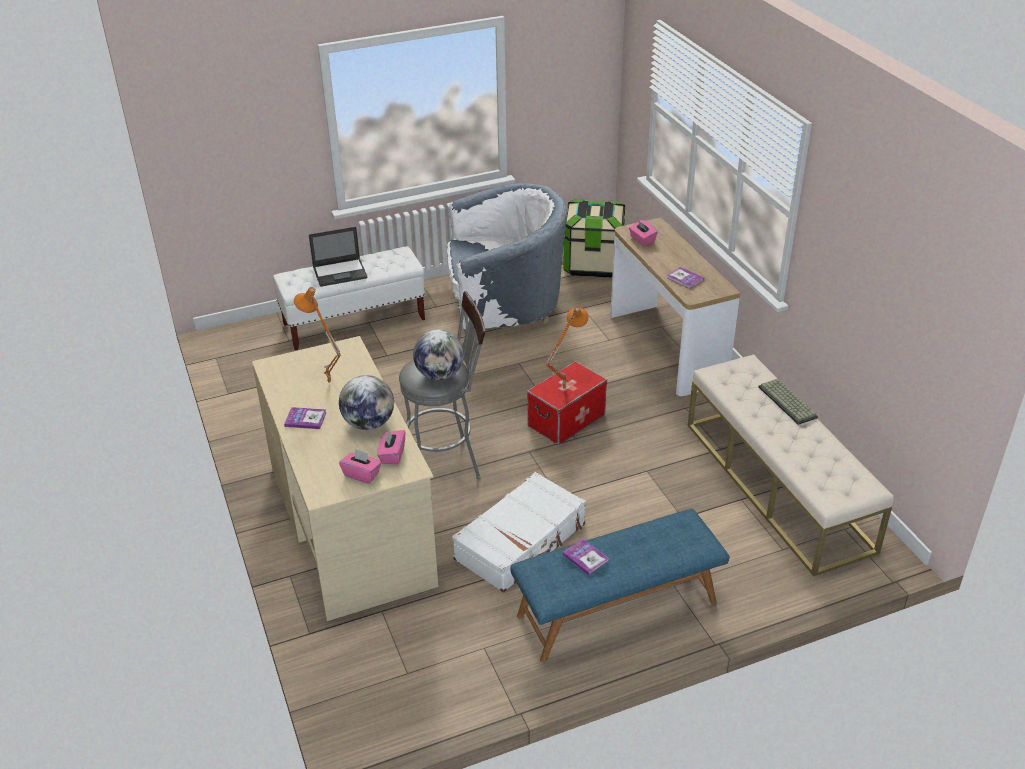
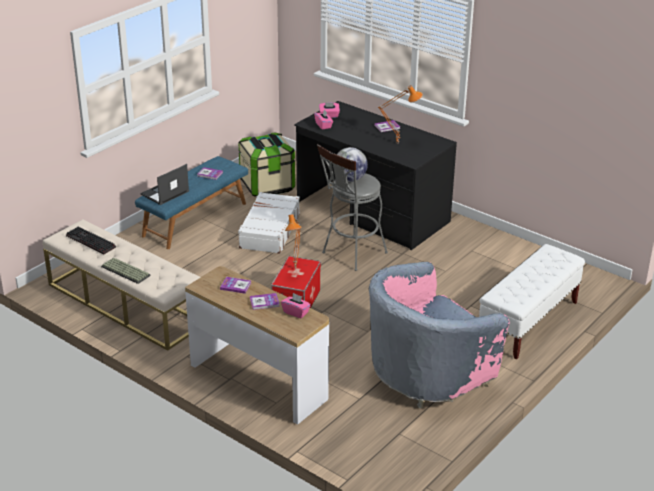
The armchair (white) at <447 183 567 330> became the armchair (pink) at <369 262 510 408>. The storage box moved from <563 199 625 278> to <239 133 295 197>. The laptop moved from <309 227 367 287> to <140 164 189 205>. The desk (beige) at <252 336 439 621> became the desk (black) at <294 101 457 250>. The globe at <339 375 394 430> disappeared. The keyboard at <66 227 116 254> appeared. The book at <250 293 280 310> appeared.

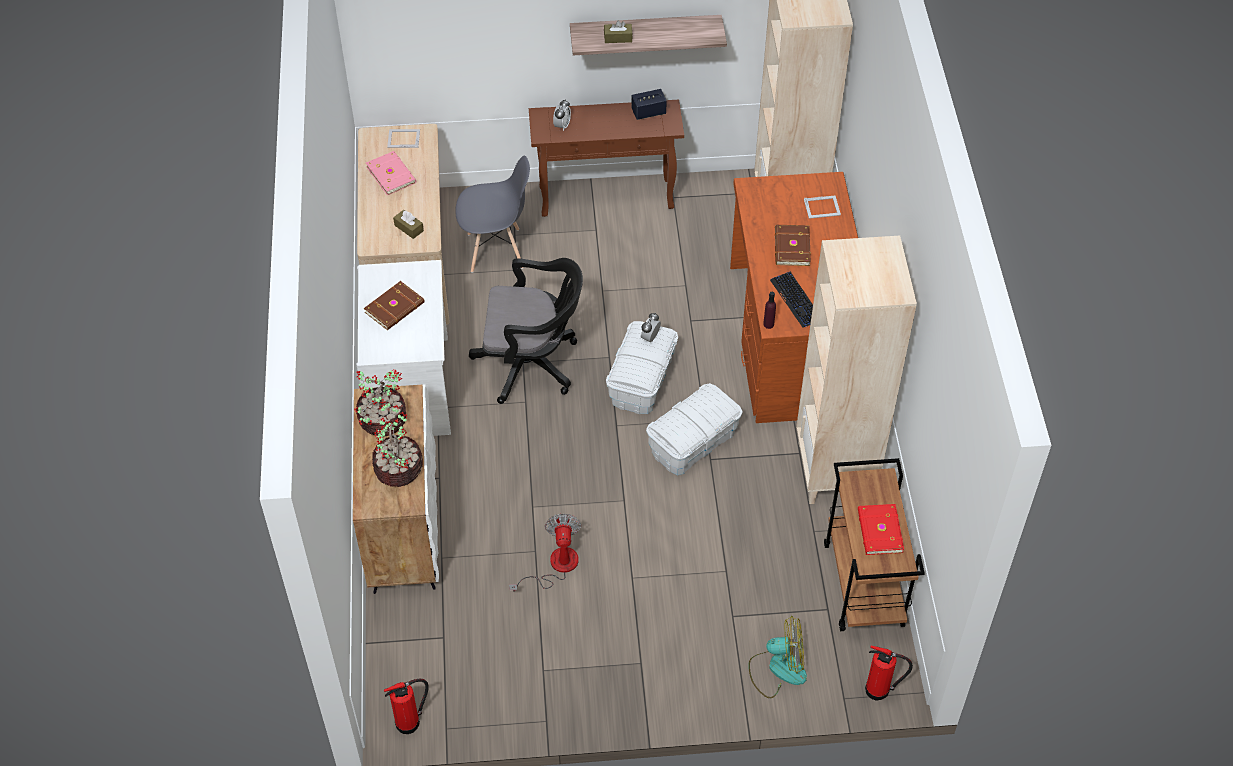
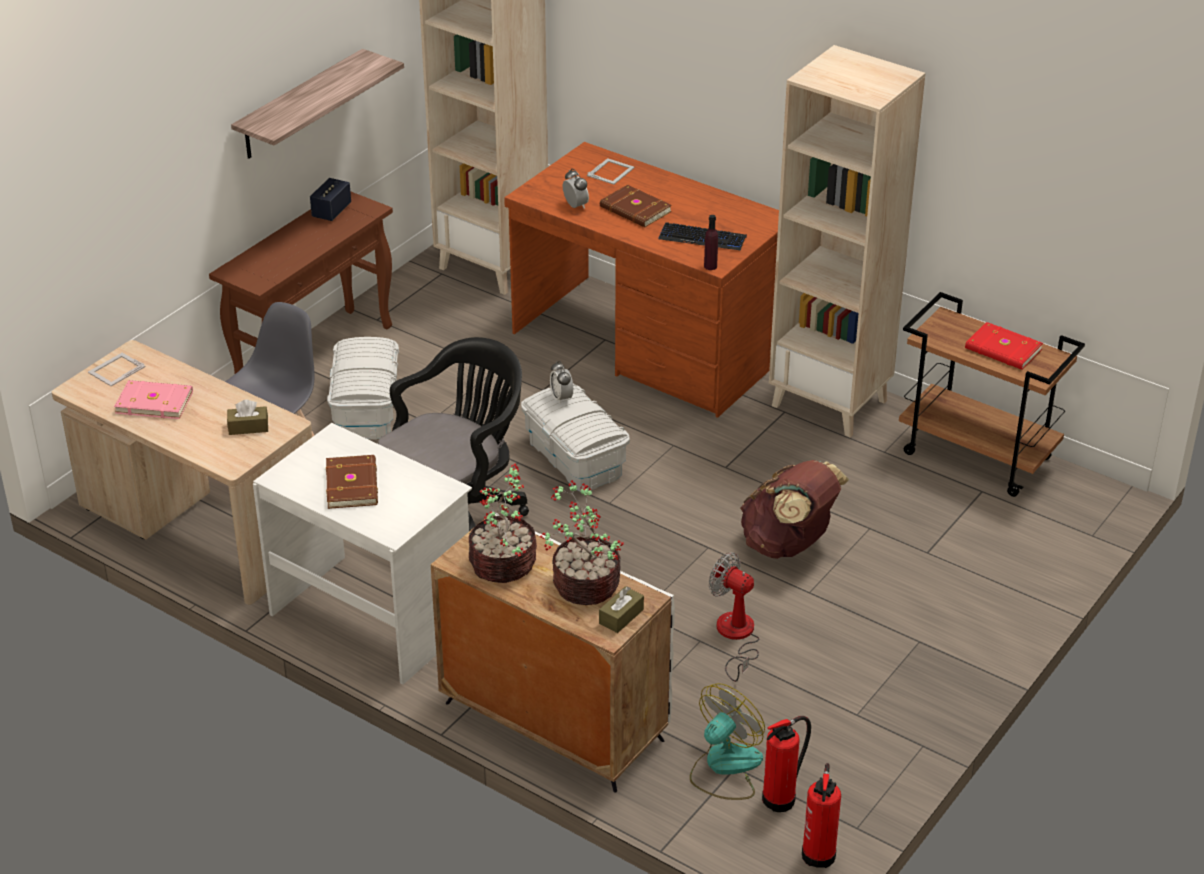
The tissue box (brown) moved from <604 20 633 43> to <599 586 644 633>. The alarm clock moved from <553 100 571 131> to <563 169 589 209>. The storage box (white) moved from <646 383 743 475> to <327 337 399 440>. The fan moved from <748 616 807 698> to <690 683 765 800>. The fire extinguisher moved from <865 646 913 701> to <762 716 811 812>. The backpack (brown) at <740 460 849 559> appeared.

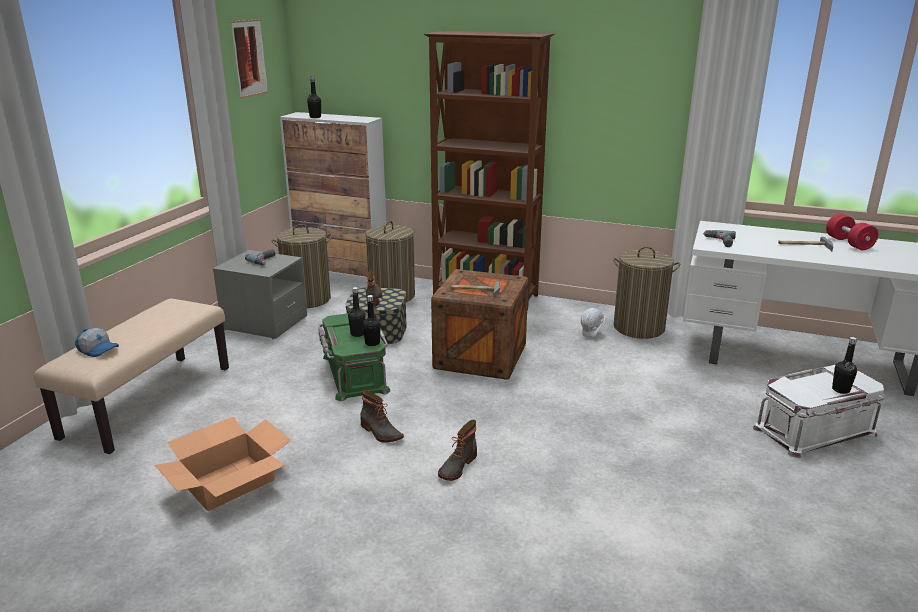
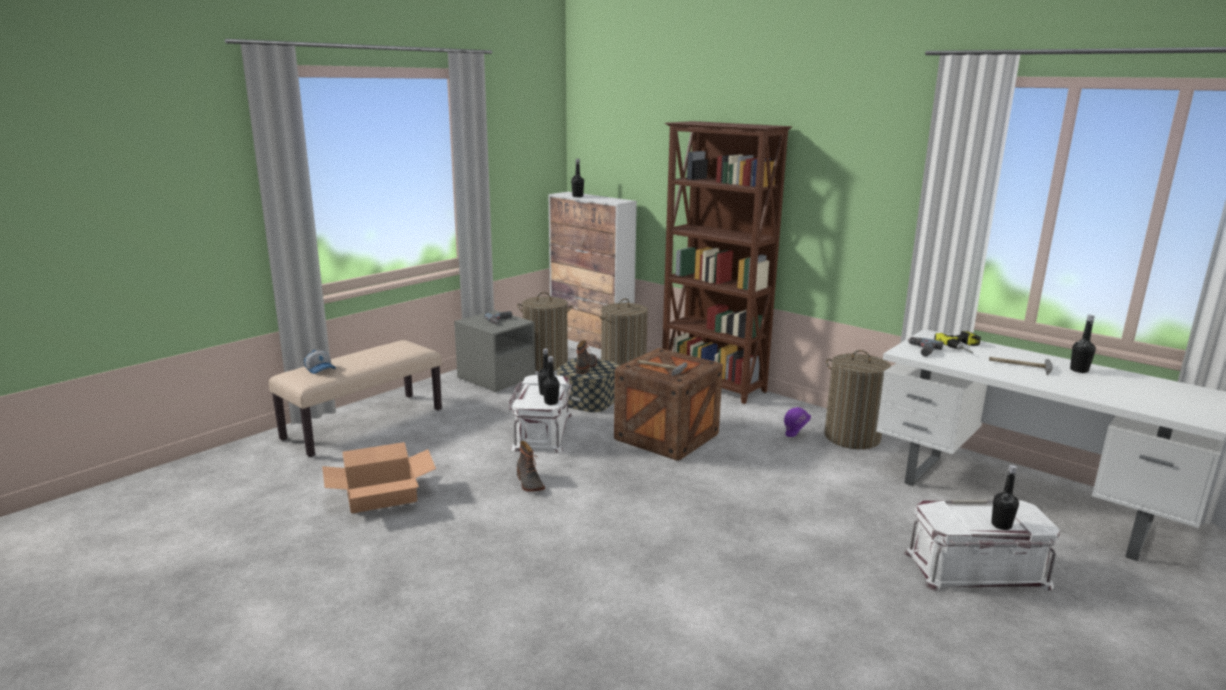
The picture at <231 19 268 98> disappeared. The dumbbell (red) at <826 213 878 250> was replaced by the bottle (black) at <1070 315 1096 373>. The hard hat (white) at <581 308 605 337> became the hard hat (purple) at <784 407 811 437>. The storage box (green) at <318 312 391 401> became the storage box (white) at <508 375 572 453>. The boot at <438 420 477 481> disappeared. The power drill at <934 331 981 353> appeared.

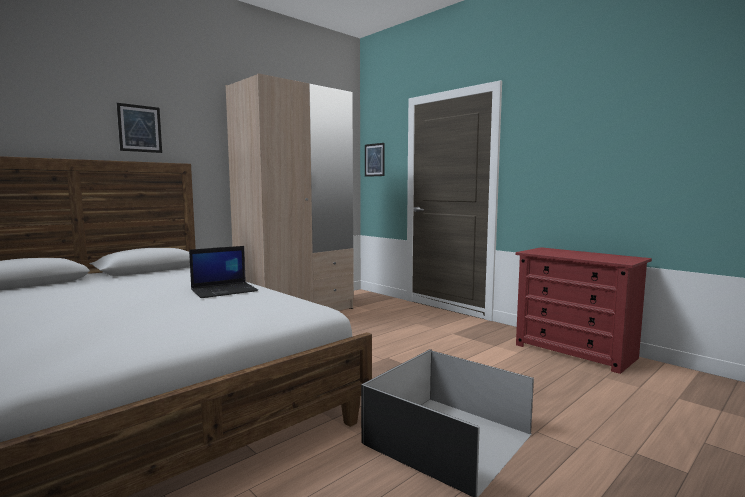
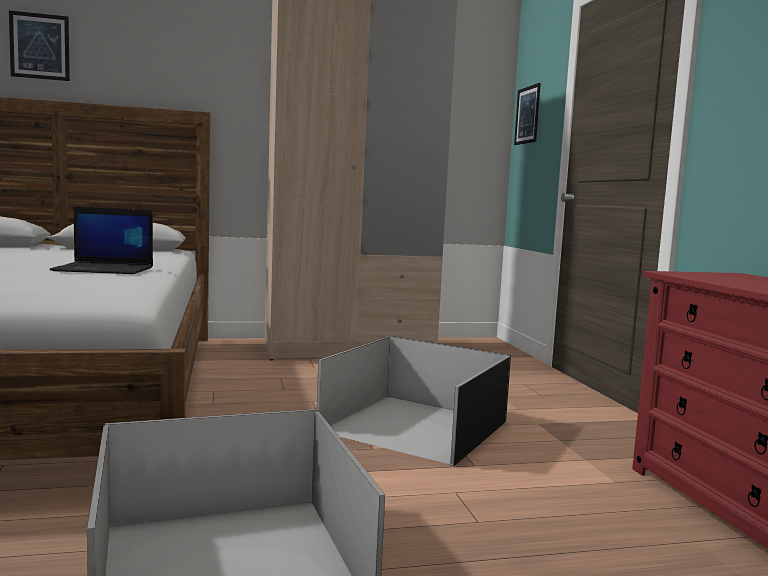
The picture moved from <117 103 162 153> to <9 10 70 81>. The storage box (black) at <317 336 511 466> appeared.

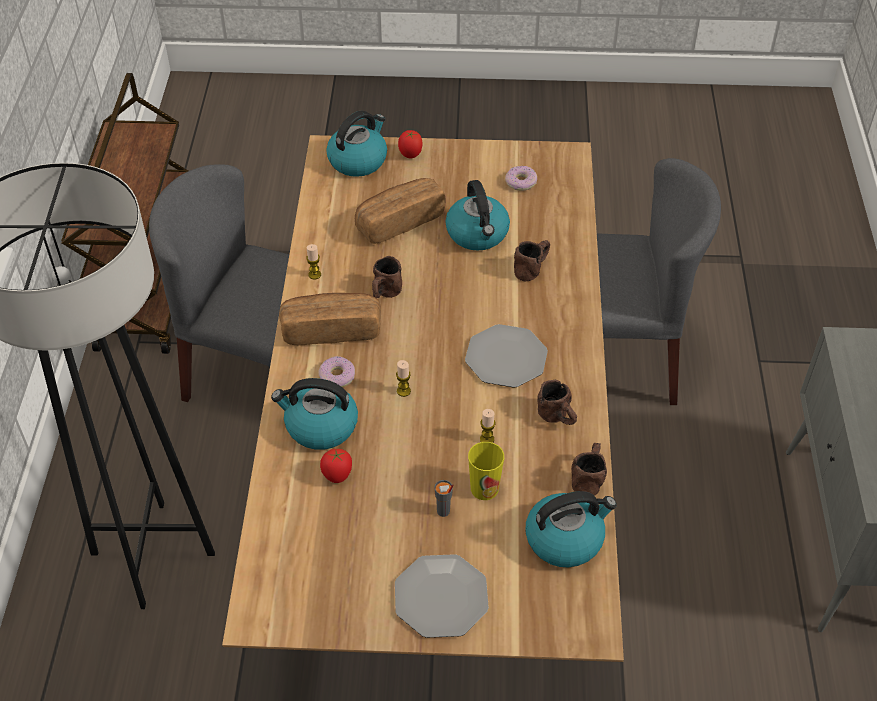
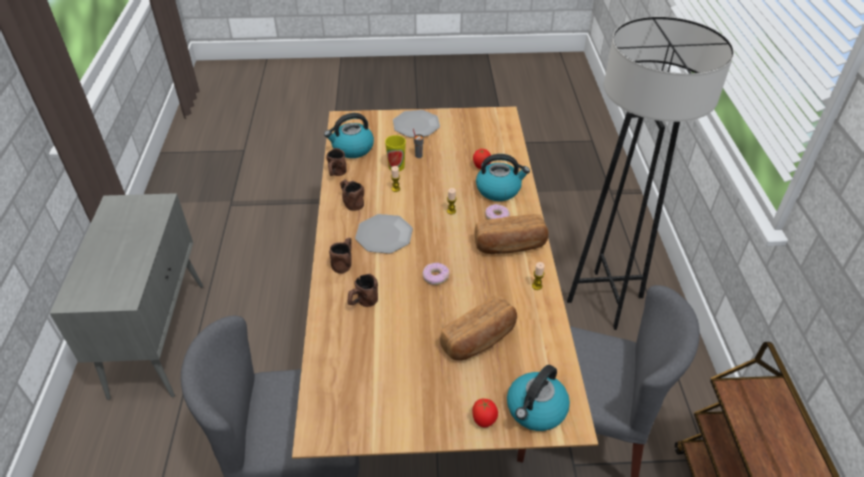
The donut moved from <505 166 537 191> to <422 262 449 285>. The kettle at <446 180 510 251> disappeared. The mug (brown) moved from <372 256 402 298> to <329 238 352 274>.

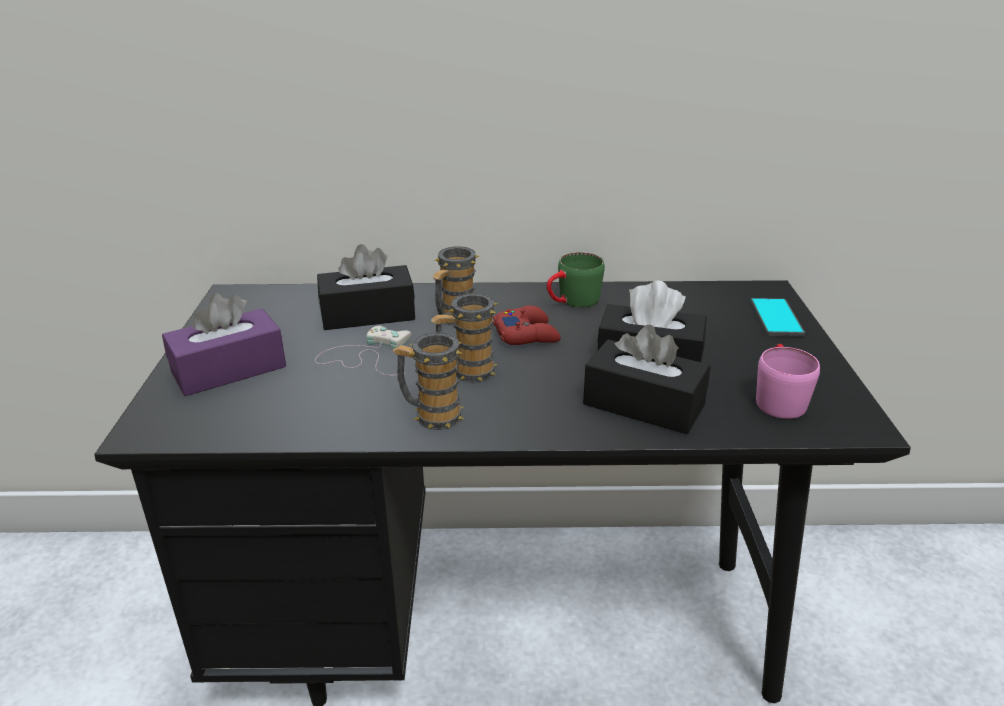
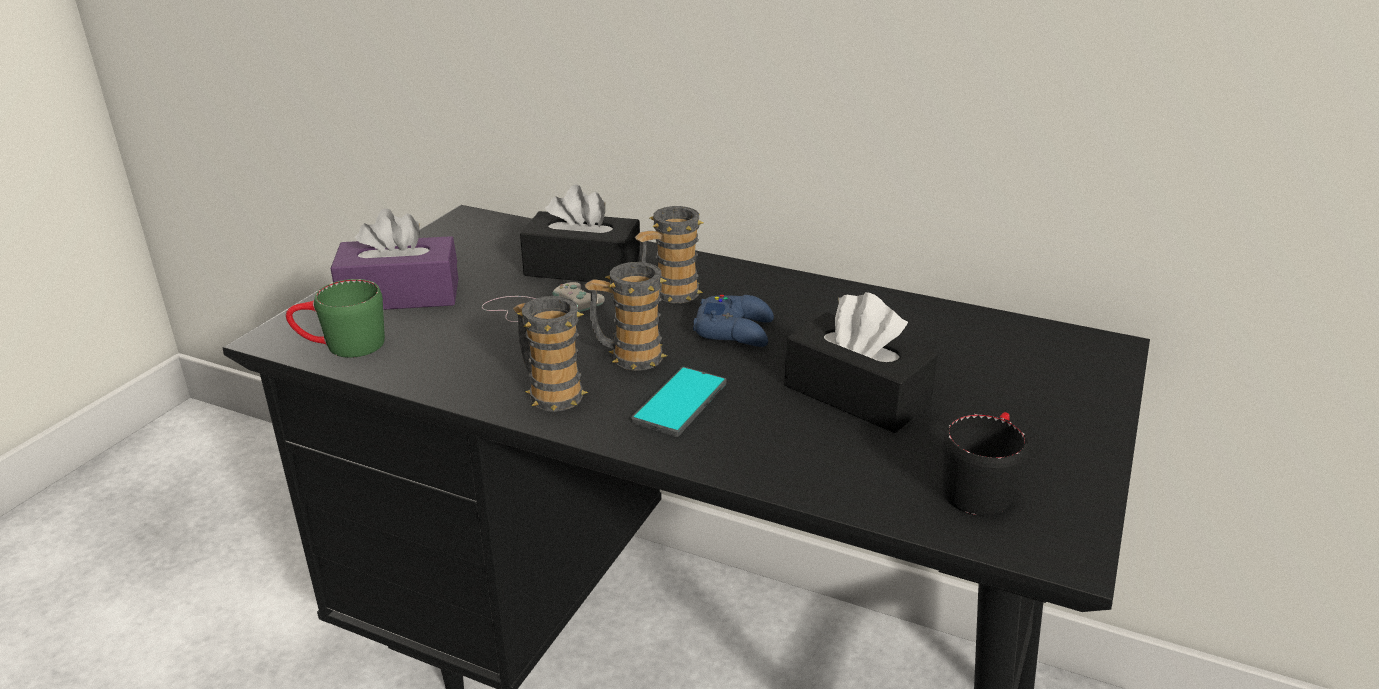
The mug (green) moved from <547 252 605 307> to <286 279 385 358>. The phone moved from <750 298 805 337> to <631 367 727 437>. The game controller (red) at <493 306 561 345> became the game controller (blue) at <693 295 774 347>. The tissue box (black) at <583 325 711 434> disappeared. The mug (pink) at <756 344 820 419> became the mug (black) at <942 412 1028 516>.

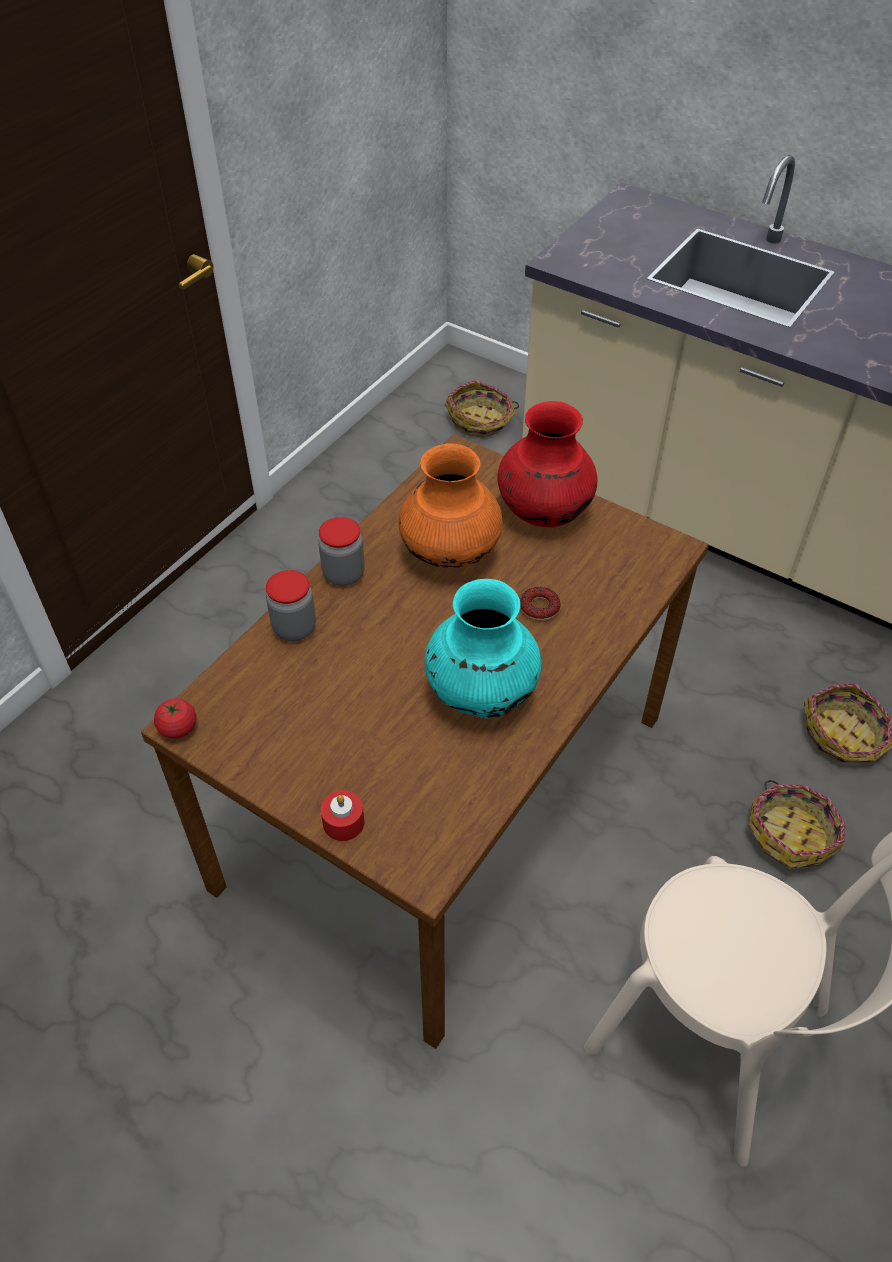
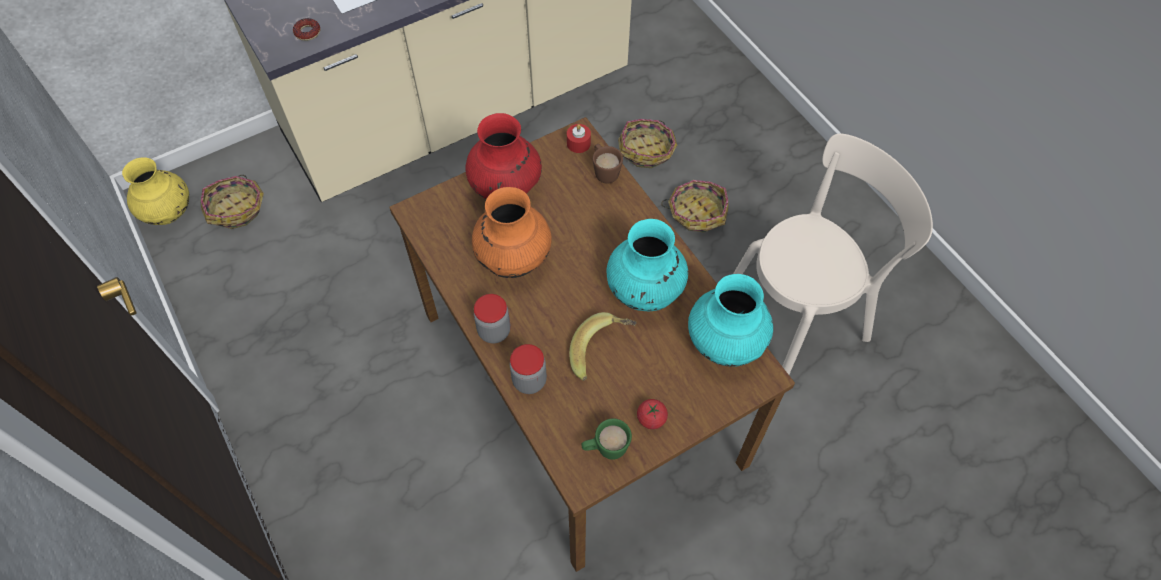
The donut moved from <520 587 561 621> to <293 18 320 41>. The tomato moved from <154 698 197 739> to <637 399 668 429>. The candle (red) moved from <321 790 364 841> to <567 124 591 153>. The mug (brown) at <593 144 623 184> appeared. The vase (yellow) at <122 157 189 225> appeared. The vase (turquoise) at <688 274 773 367> appeared. The banana at <569 312 636 381> appeared. The mug (green) at <581 418 632 460> appeared.

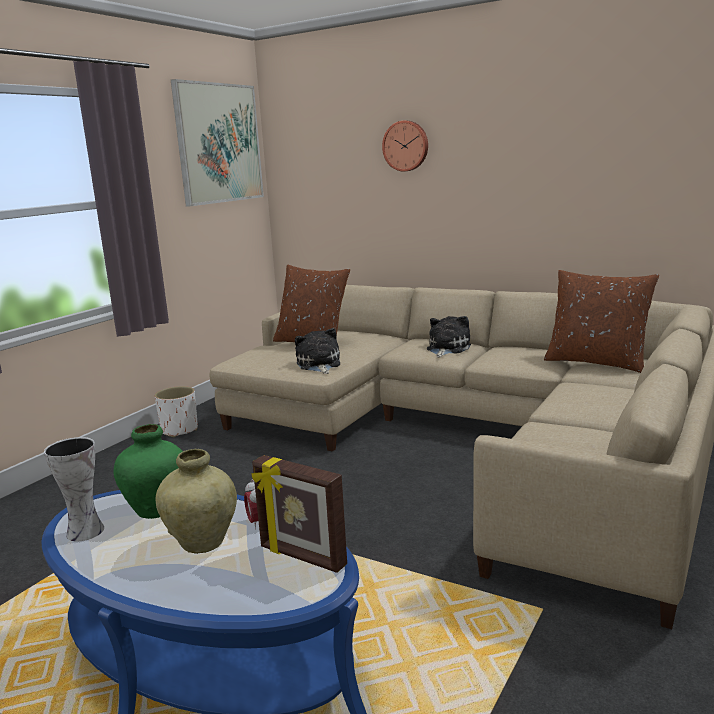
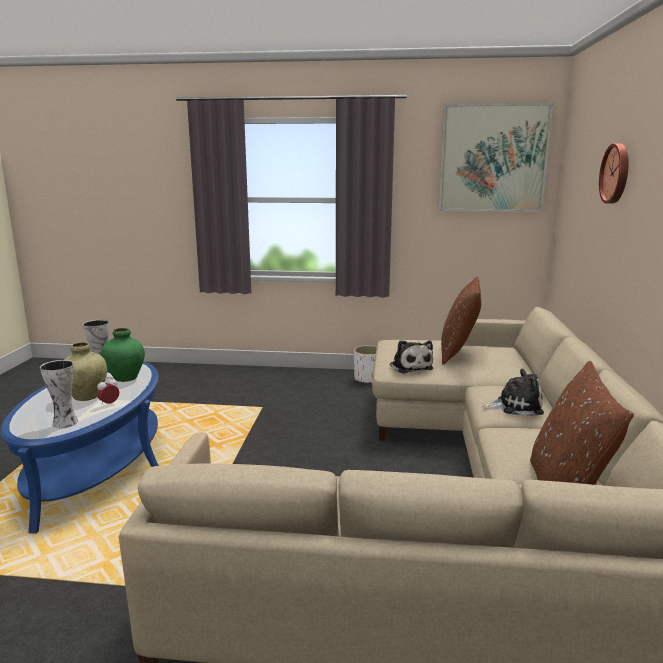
The plush toy at <295 328 340 374> turned 105 degrees clockwise. The picture frame at <251 455 347 573> was replaced by the vase at <40 360 78 428>.

